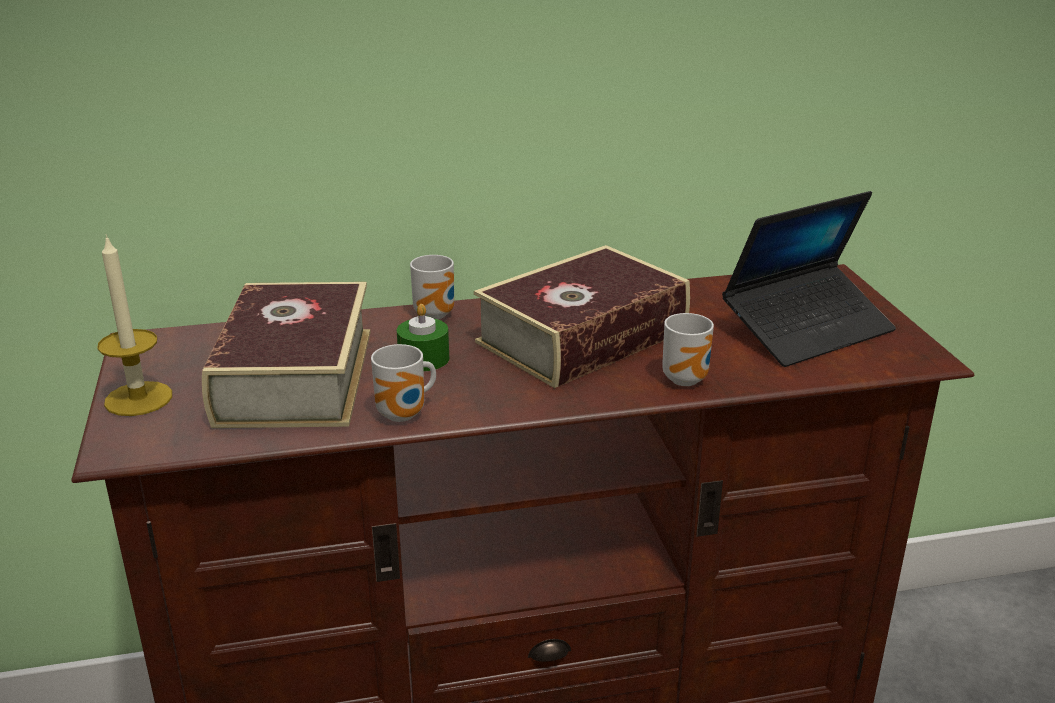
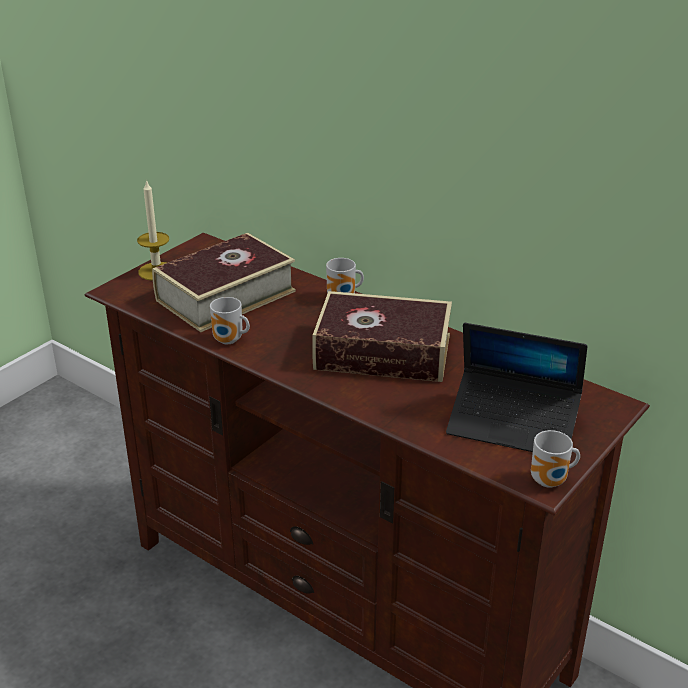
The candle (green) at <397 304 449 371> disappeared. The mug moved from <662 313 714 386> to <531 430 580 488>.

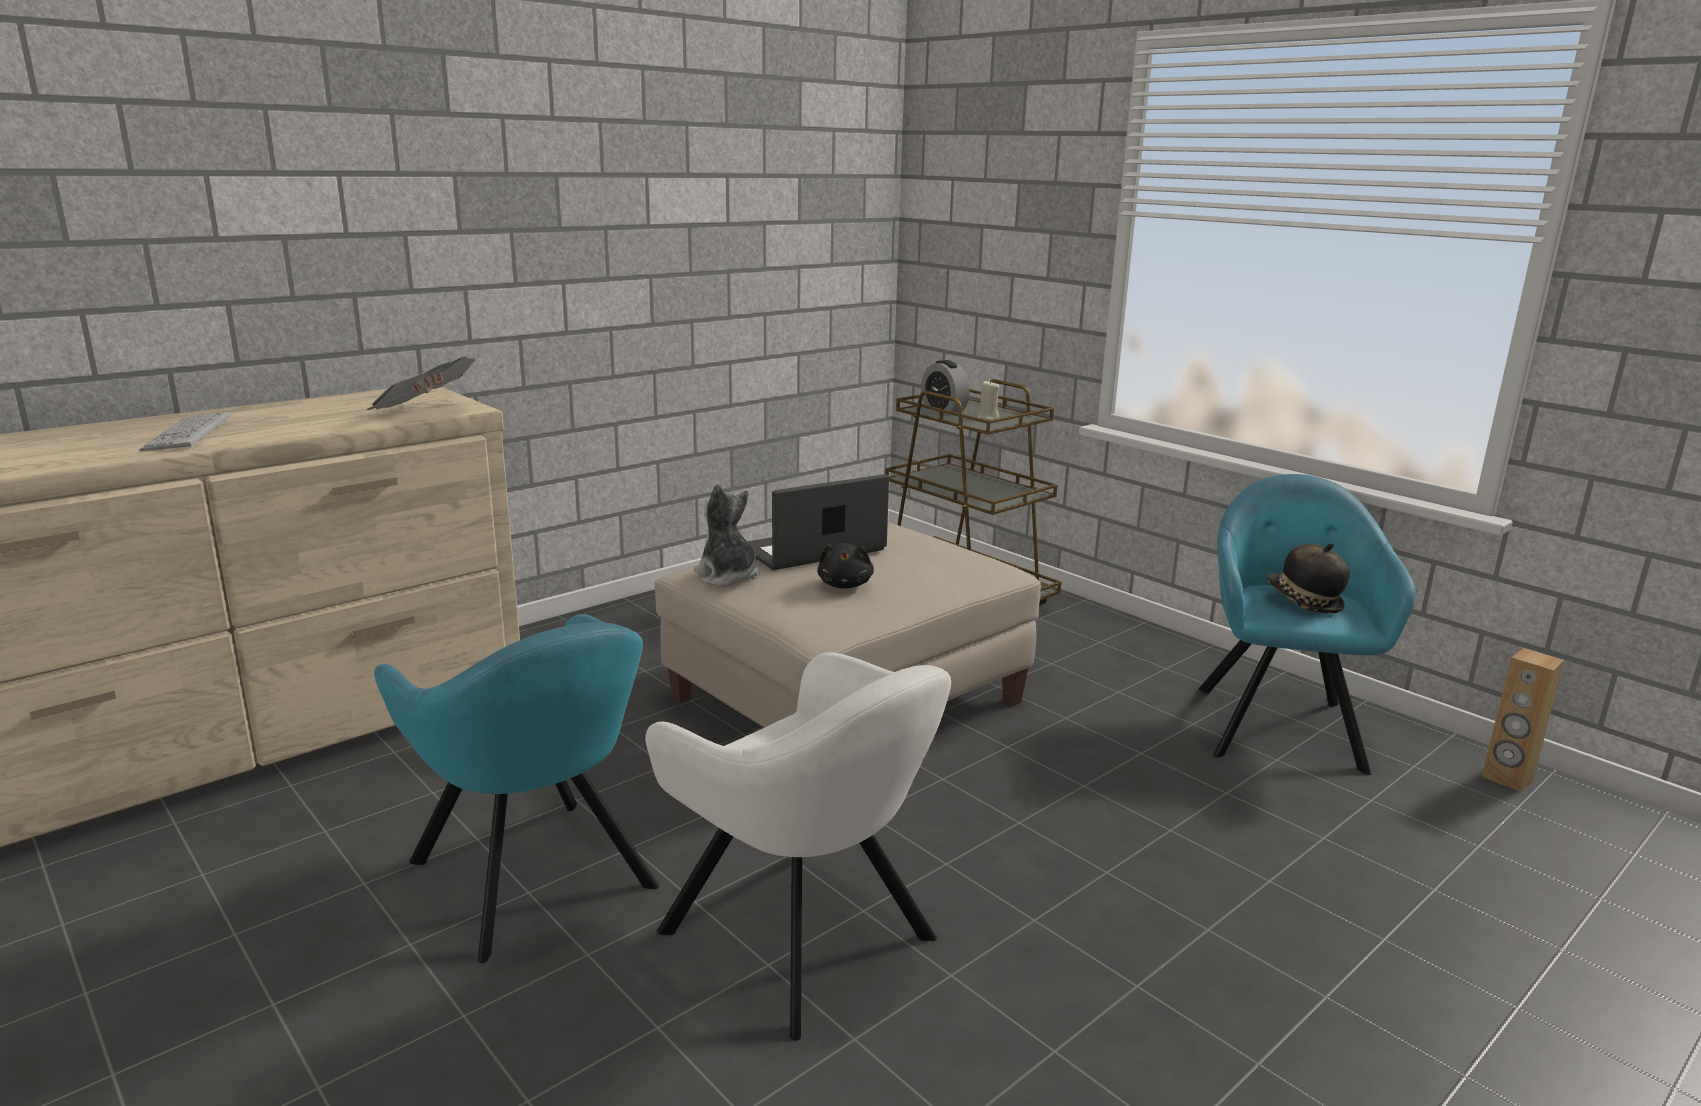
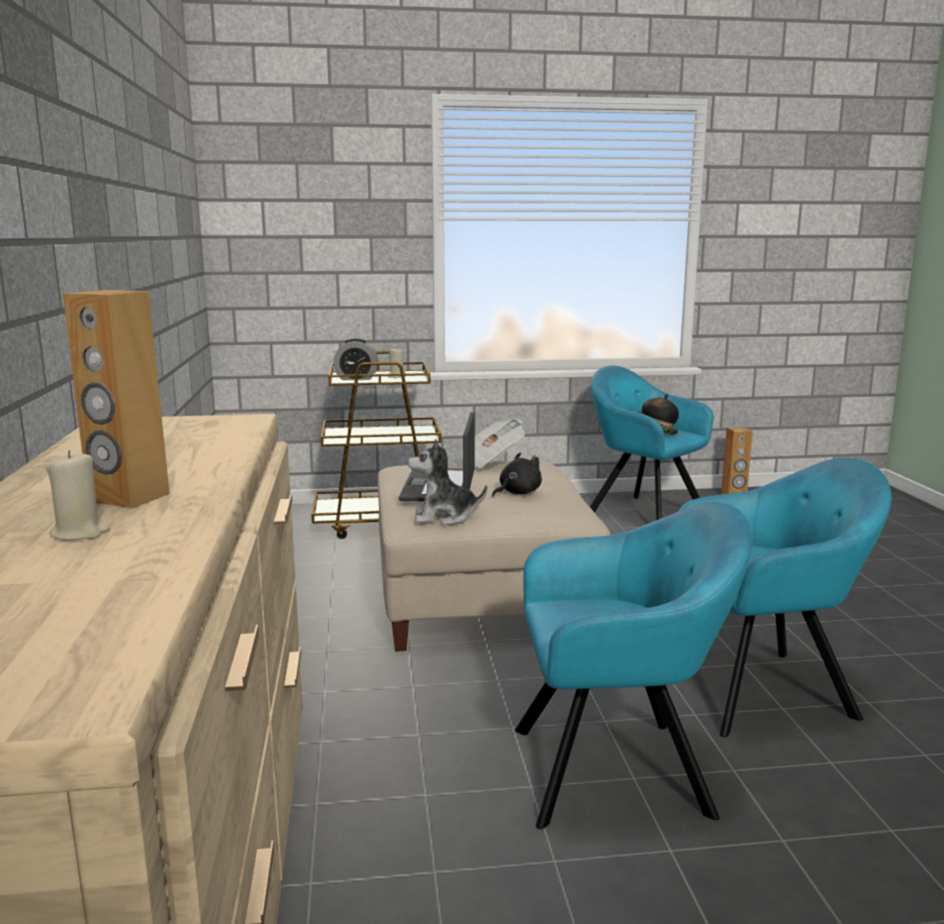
The newspaper moved from <366 356 475 410> to <451 419 525 469>. The keyboard at <139 412 230 451> was replaced by the speaker (brown) at <63 290 170 508>. The plush toy (black) at <817 543 874 589> turned 75 degrees counterclockwise. The armchair (white) at <645 652 951 1041> became the armchair (turquoise) at <678 458 892 737>. The candle (beige) at <46 450 110 540> appeared.

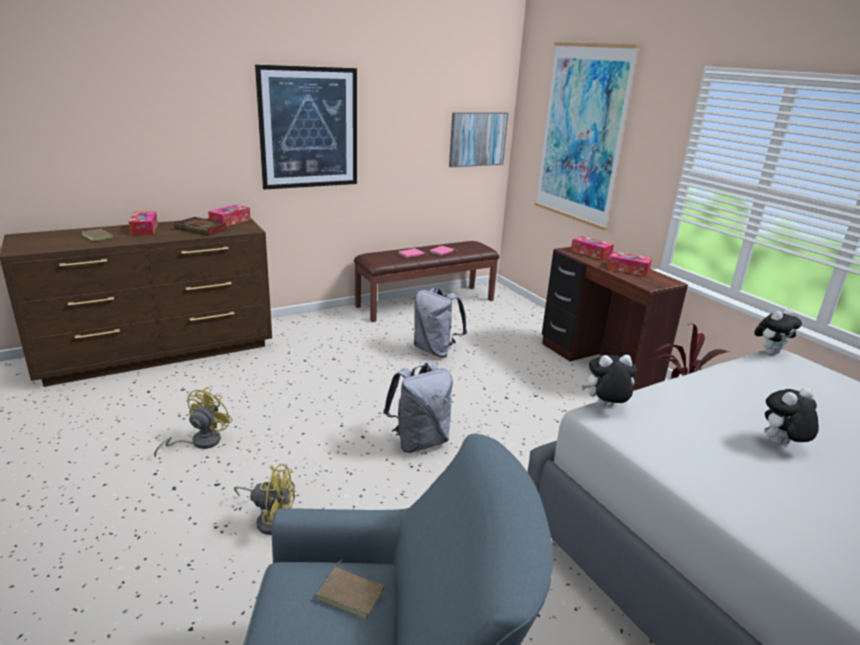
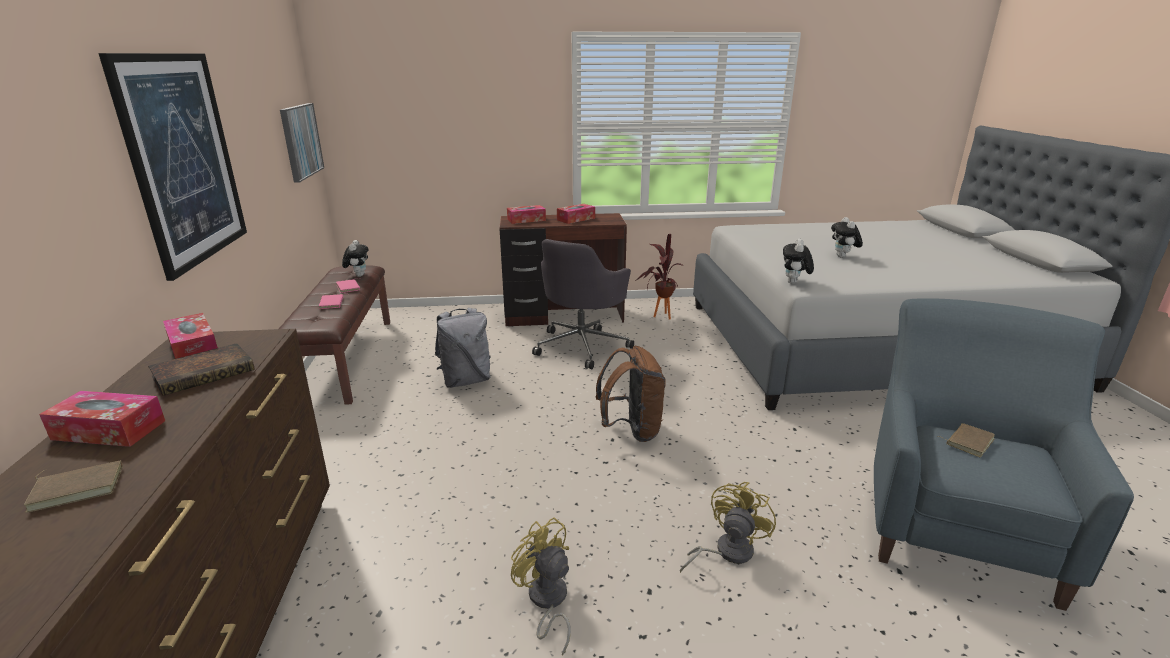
The picture at <535 42 640 231> disappeared. The plush toy moved from <754 308 802 355> to <342 240 368 277>. The backpack (grey) at <383 362 453 453> became the backpack (brown) at <596 346 666 442>. The office chair (grey) at <532 239 634 369> appeared.

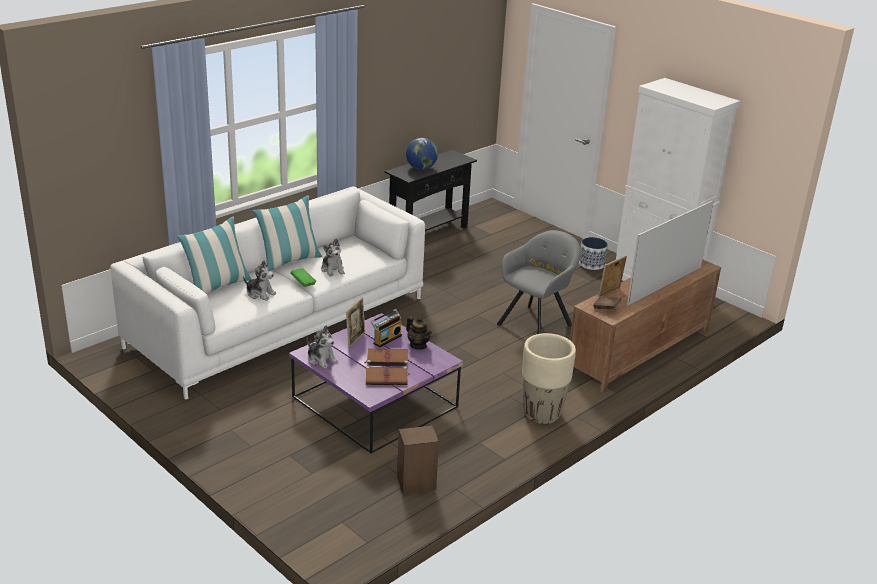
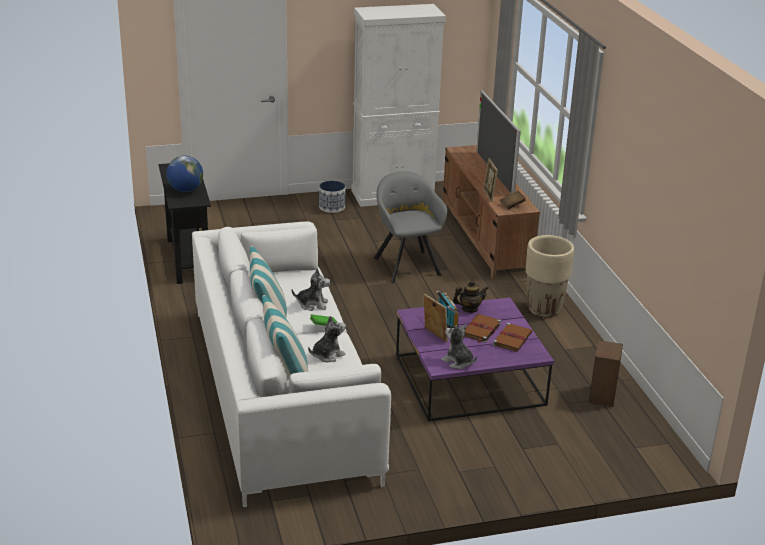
The plush toy at <307 326 338 369> turned 120 degrees counterclockwise.

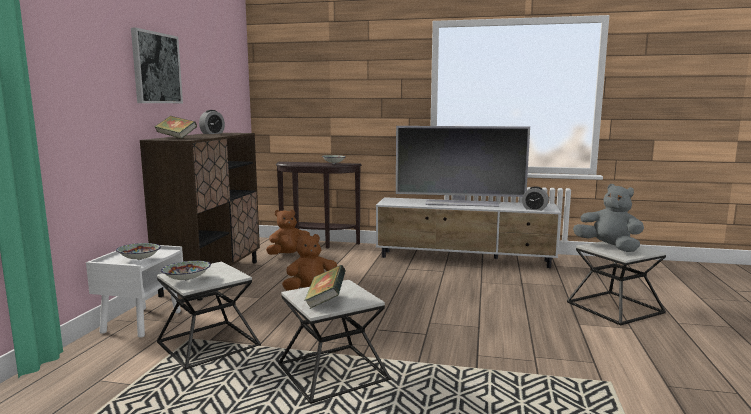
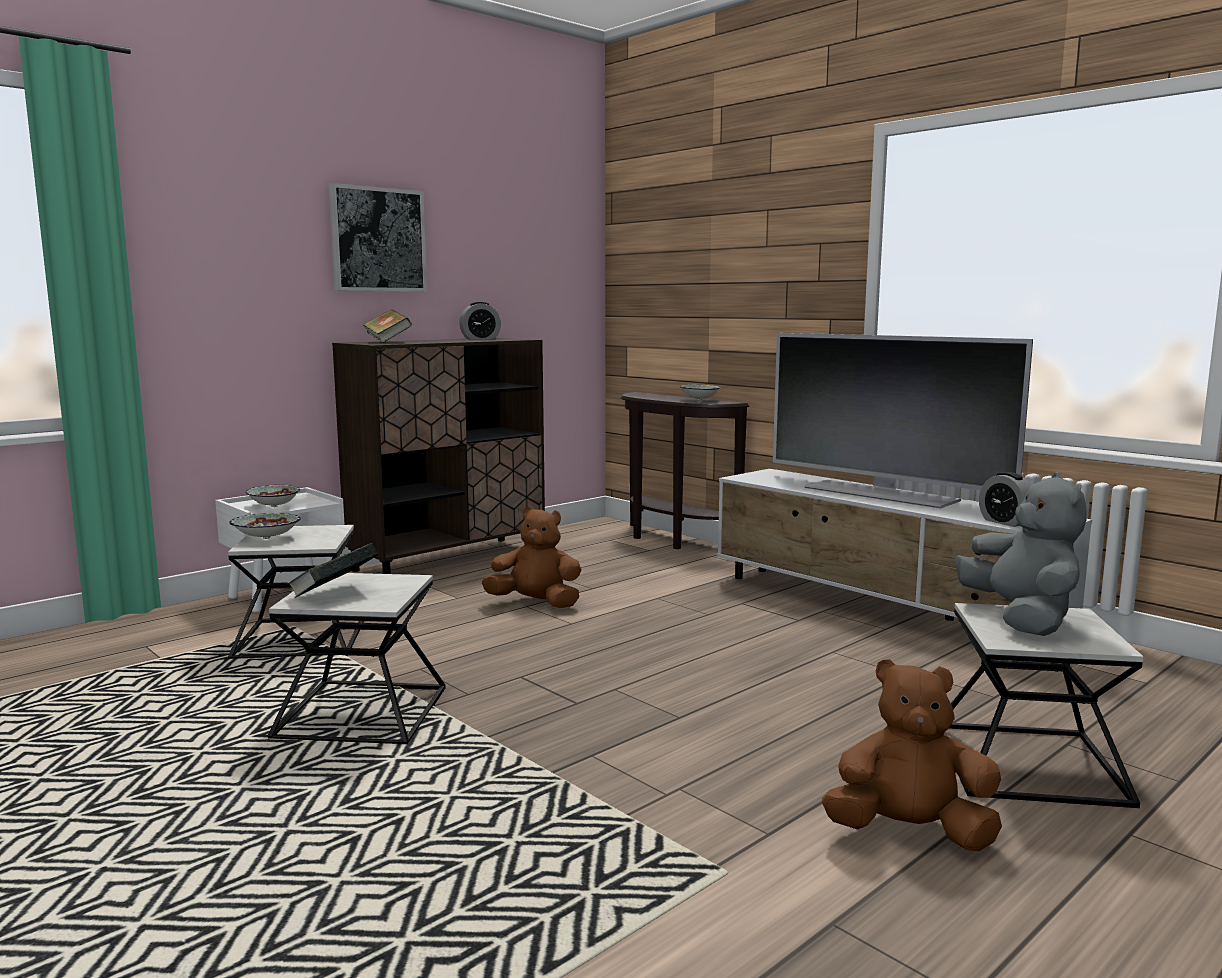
The plush toy (brown) moved from <266 210 310 255> to <822 659 1002 851>.

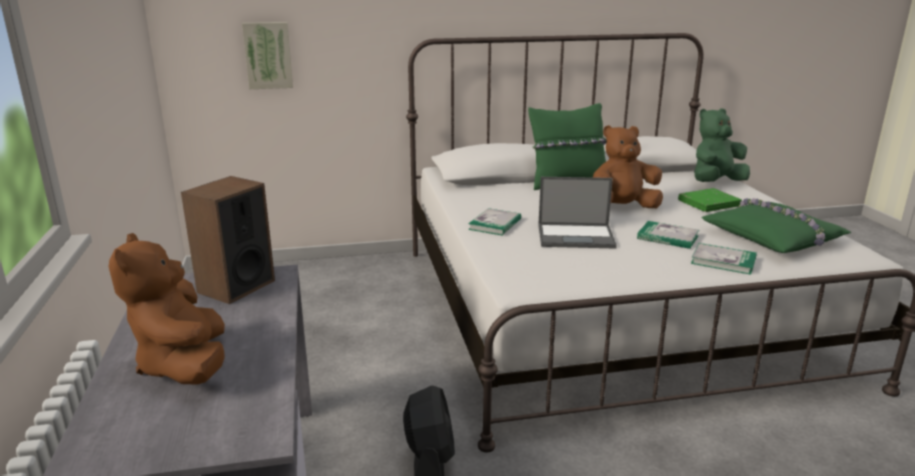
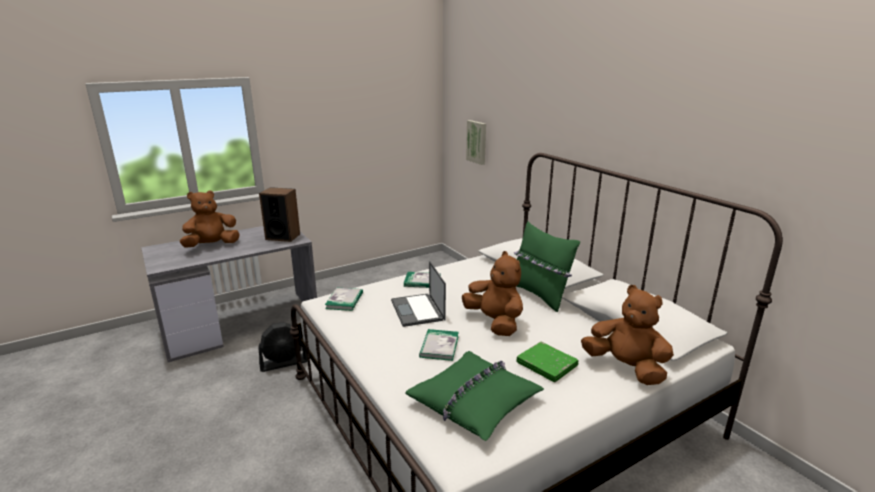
The plush toy (green) at <694 108 750 182> became the plush toy (brown) at <581 285 674 385>. The book moved from <691 243 757 275> to <325 288 363 311>.

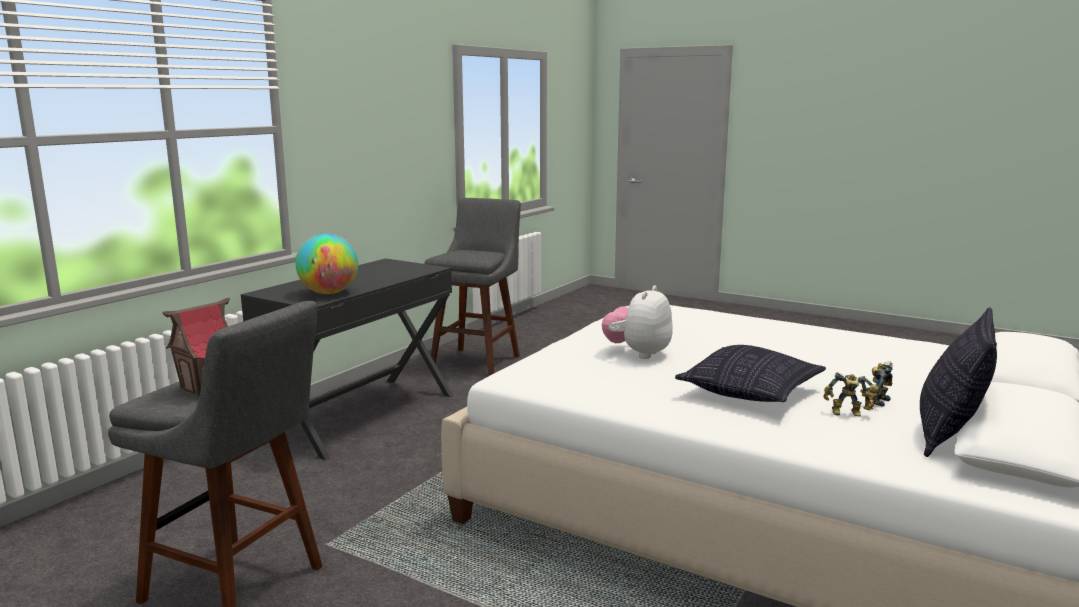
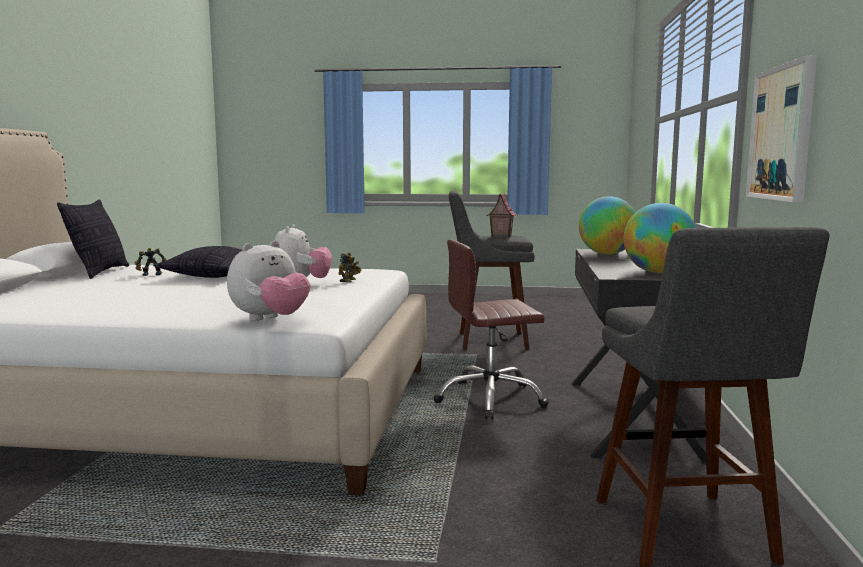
The toy robot moved from <860 361 893 406> to <339 252 361 282>. The picture at <746 55 817 203> appeared. The globe at <623 203 696 273> appeared. The office chair (brown) at <433 239 549 419> appeared. The plush toy at <227 241 310 321> appeared.

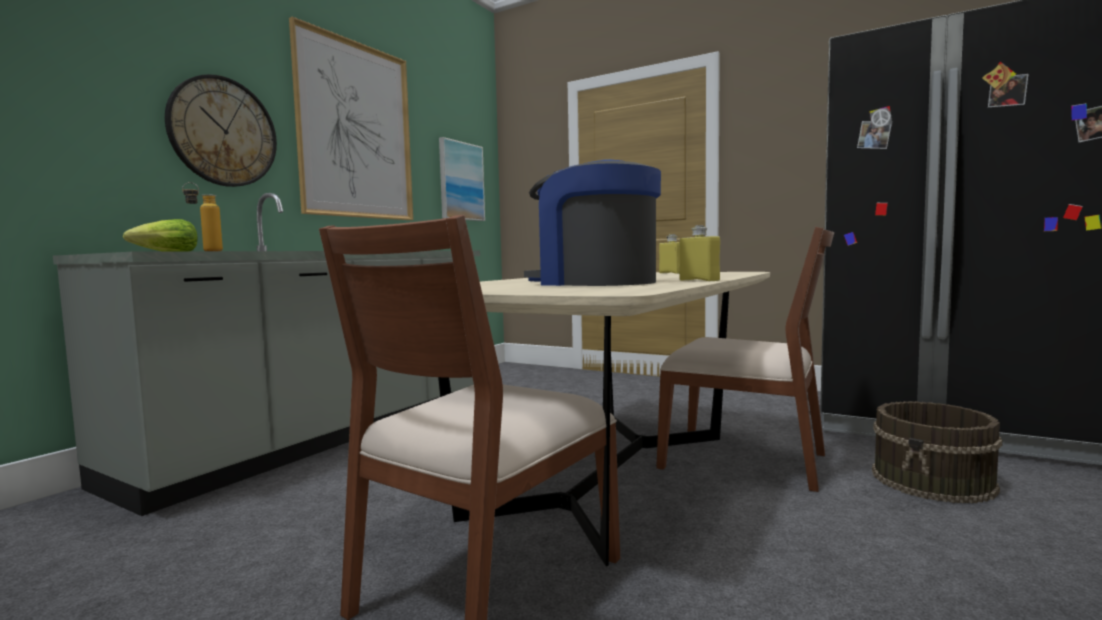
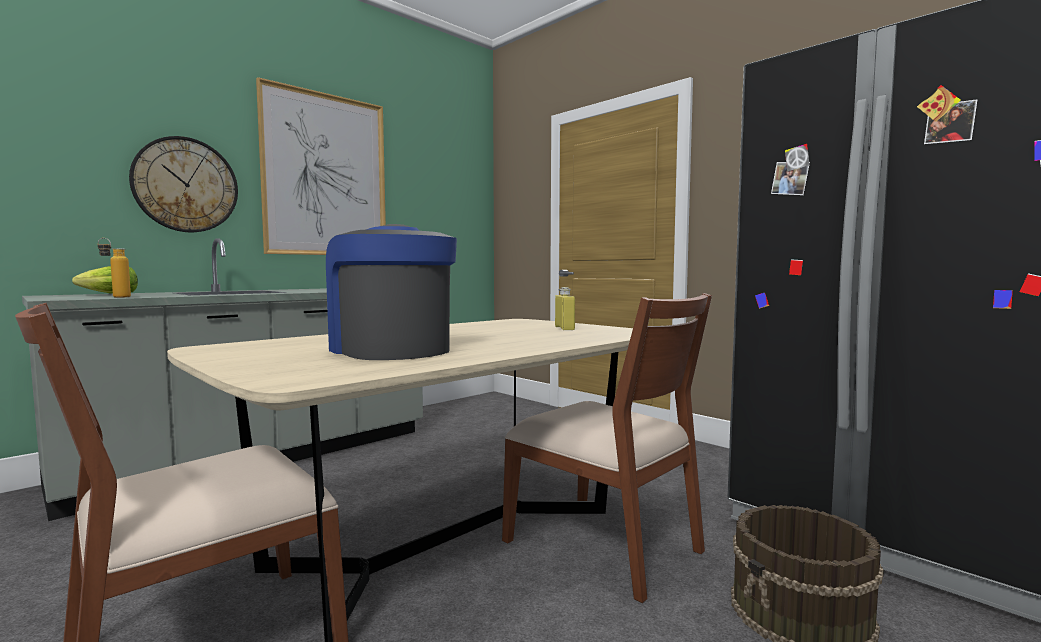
The picture at <439 137 485 221> disappeared. The bottle (yellow) at <679 225 720 281> disappeared.

